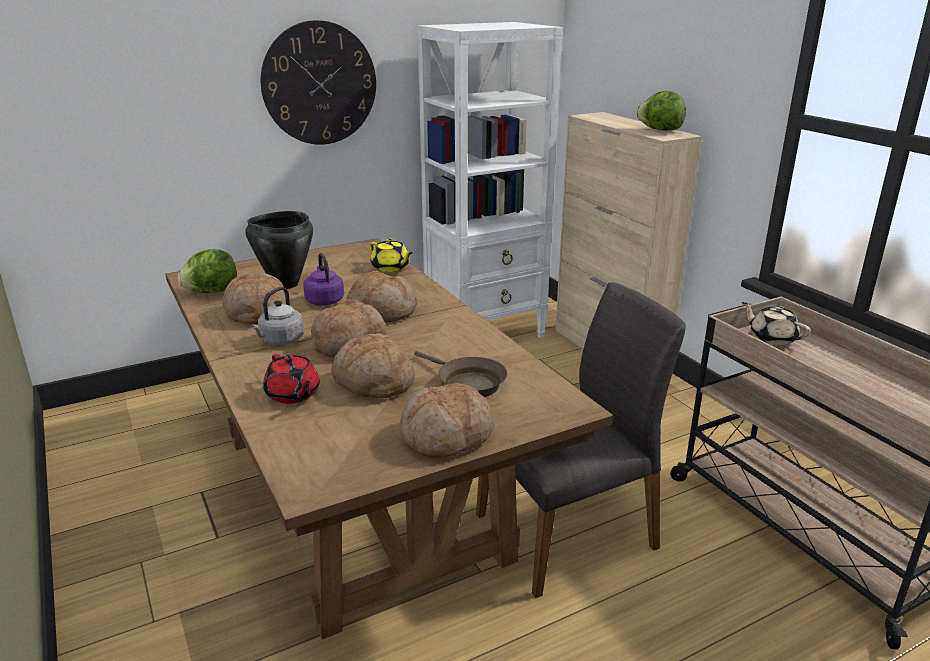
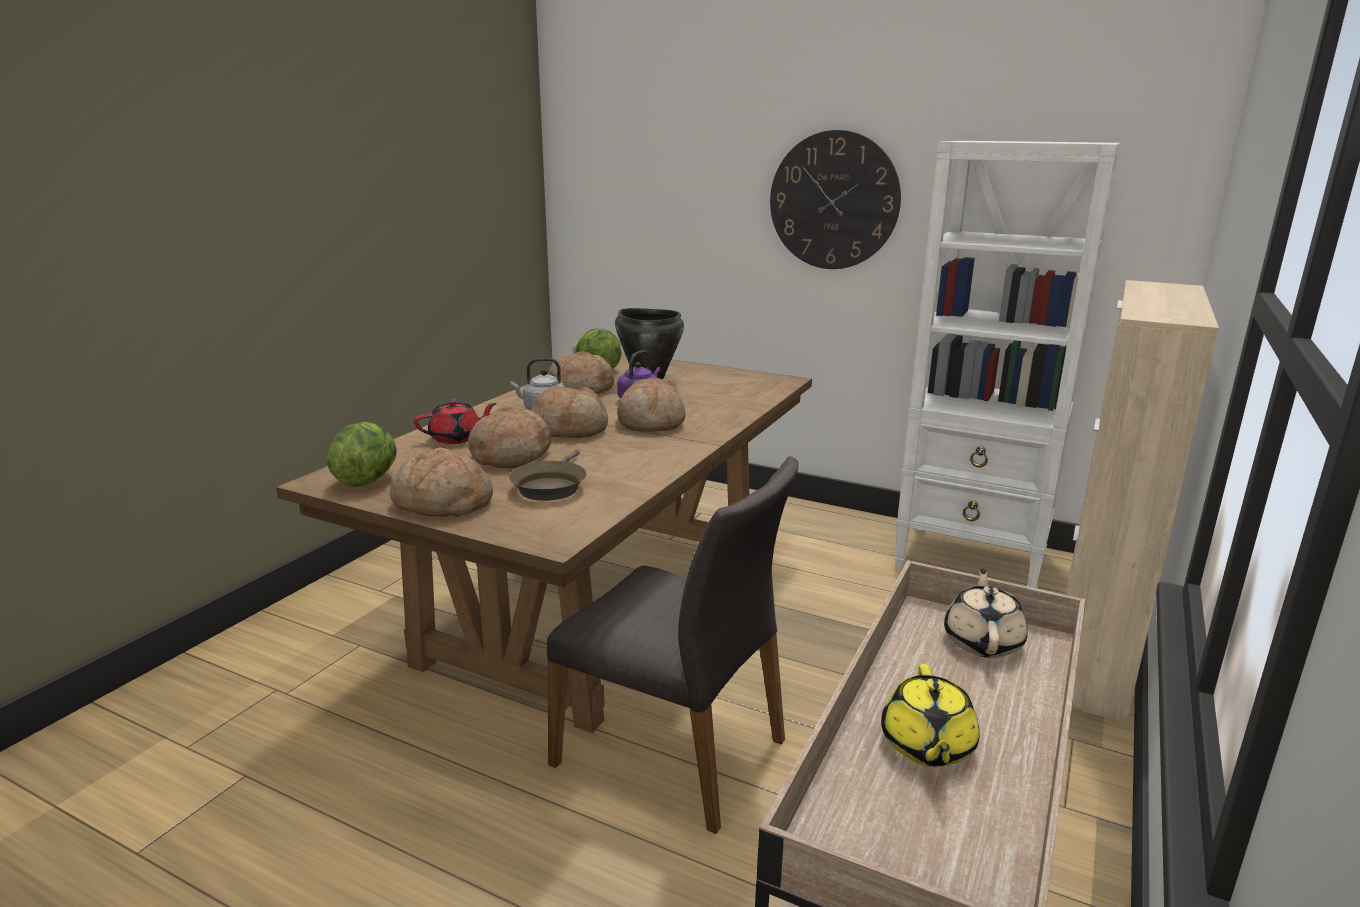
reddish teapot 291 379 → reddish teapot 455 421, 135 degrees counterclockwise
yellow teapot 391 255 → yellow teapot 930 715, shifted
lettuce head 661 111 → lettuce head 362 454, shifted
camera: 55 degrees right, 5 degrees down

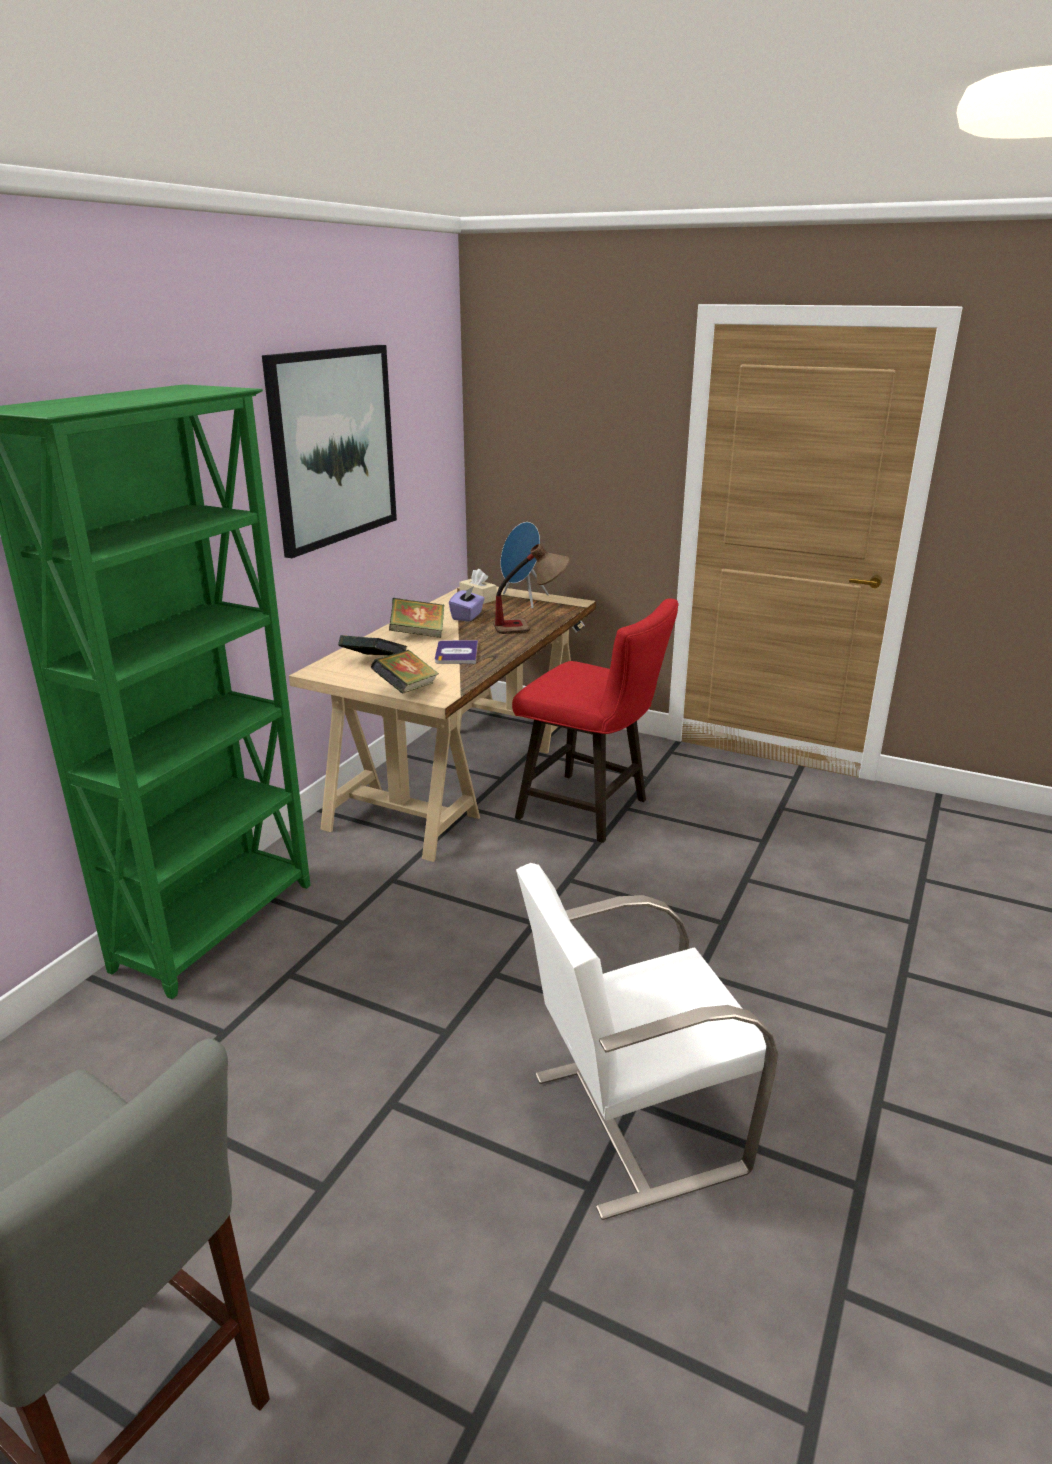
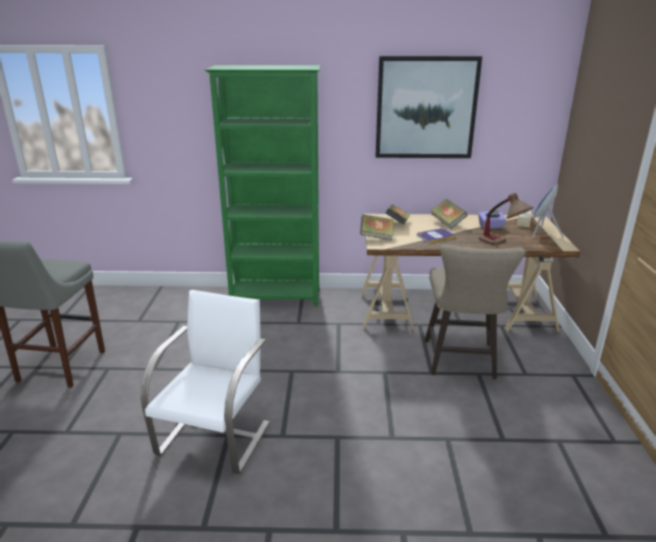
reddish sitting stool 595 720 → beige-coloured sitting stool 475 311
whitish plain chair 647 1041 → whitish plain chair 205 382, 60 degrees clockwise
camera: 65 degrees right, 0 degrees up

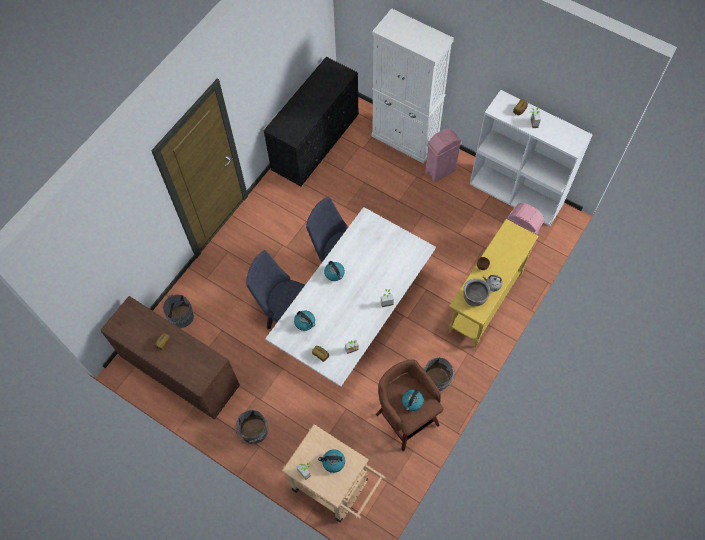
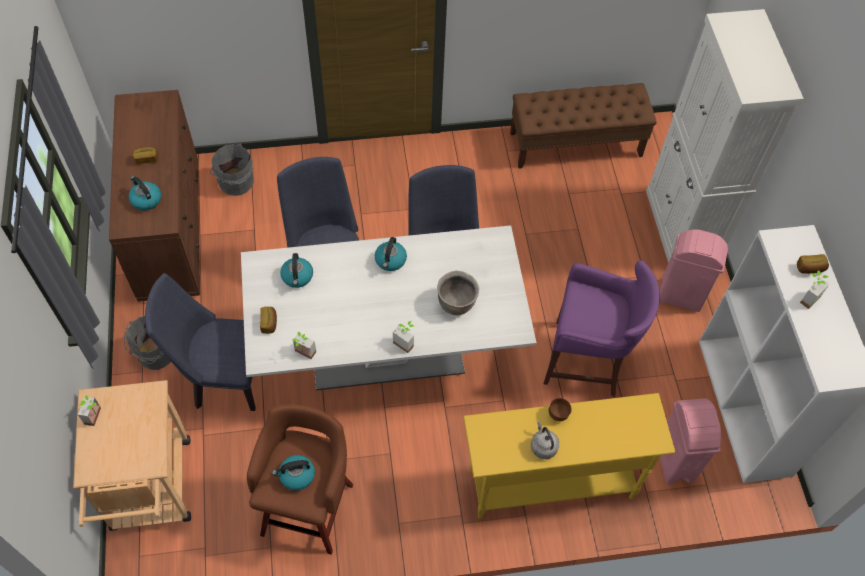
black chest of drawers 311 121 → brown-coloured indoor bench 583 126
water kettle 331 461 → water kettle 145 193, shifted
greyish pail 439 374 → -
brown-coloured stockpot 477 292 → brown-coloured stockpot 458 293, shifted
- → bluish plain chair 200 342
- → purple sitting stool 602 328
camera: 45 degrees right, 5 degrees down

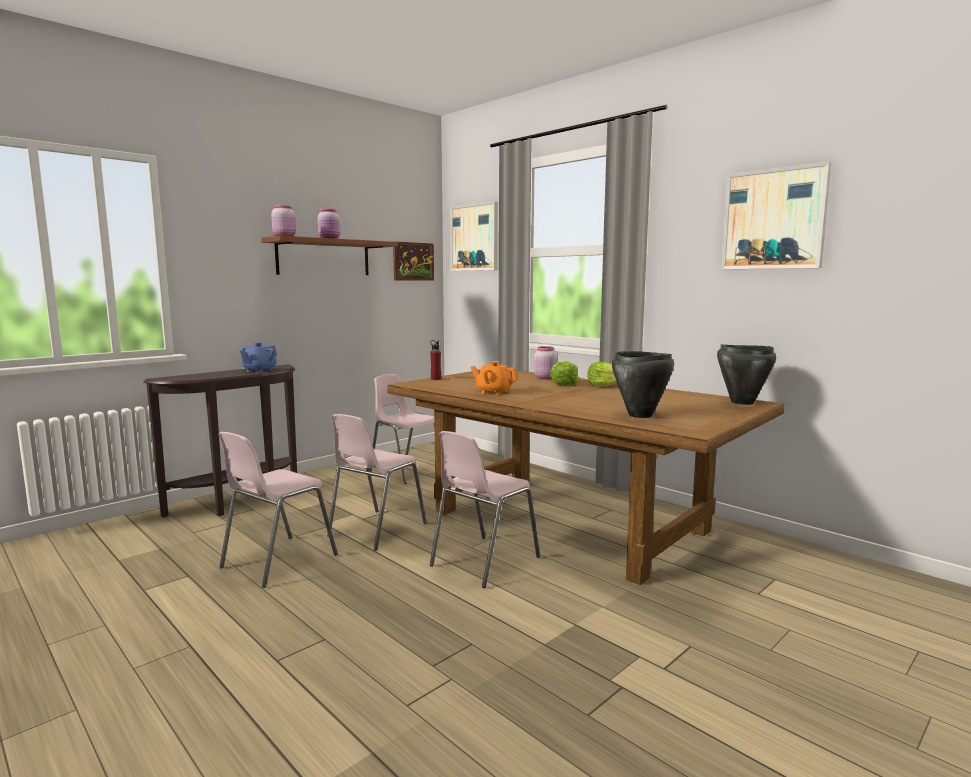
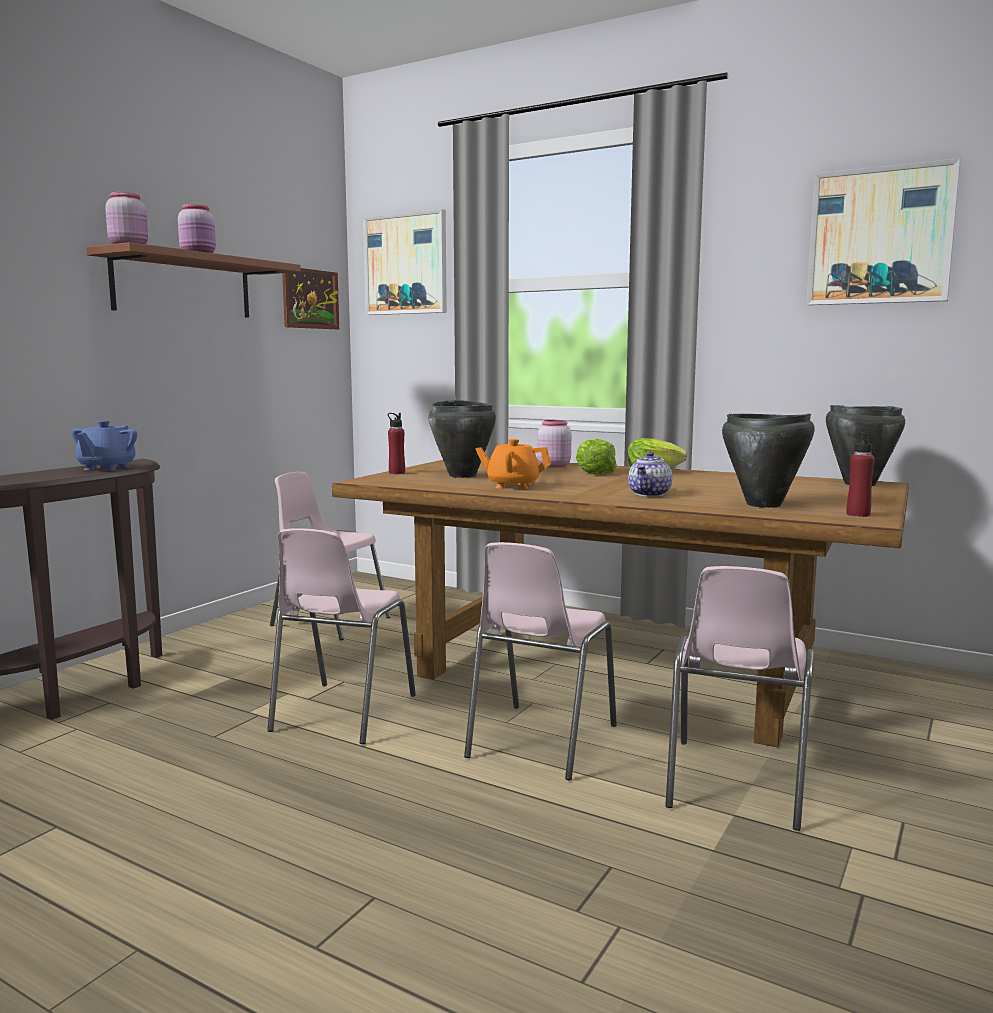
pink plain chair 278 510 → pink plain chair 739 698, shifted
- → black stockpot 462 439
- → teapot 650 474
- → reddish drink bottle 861 474
camera: 15 degrees left, 0 degrees up

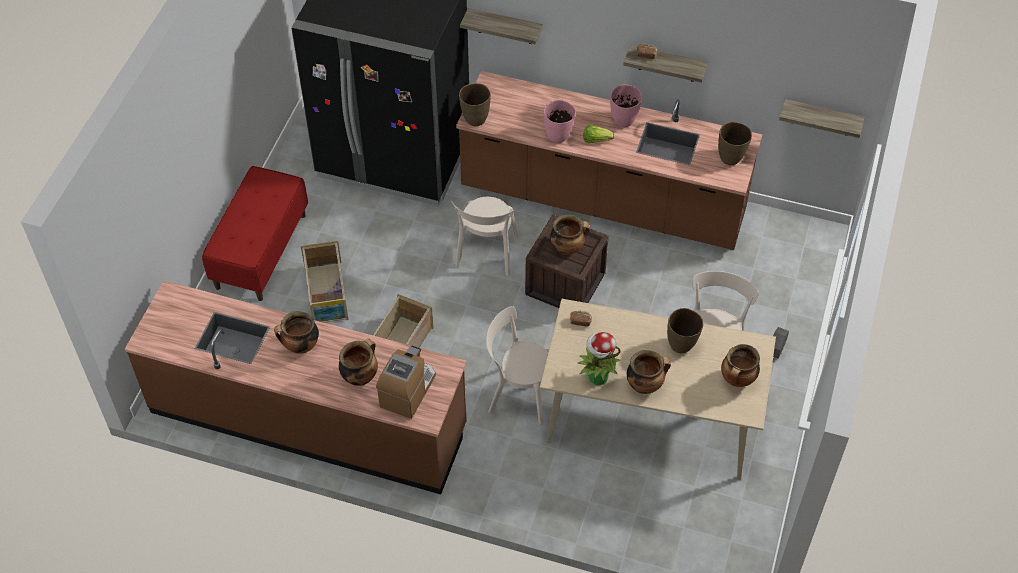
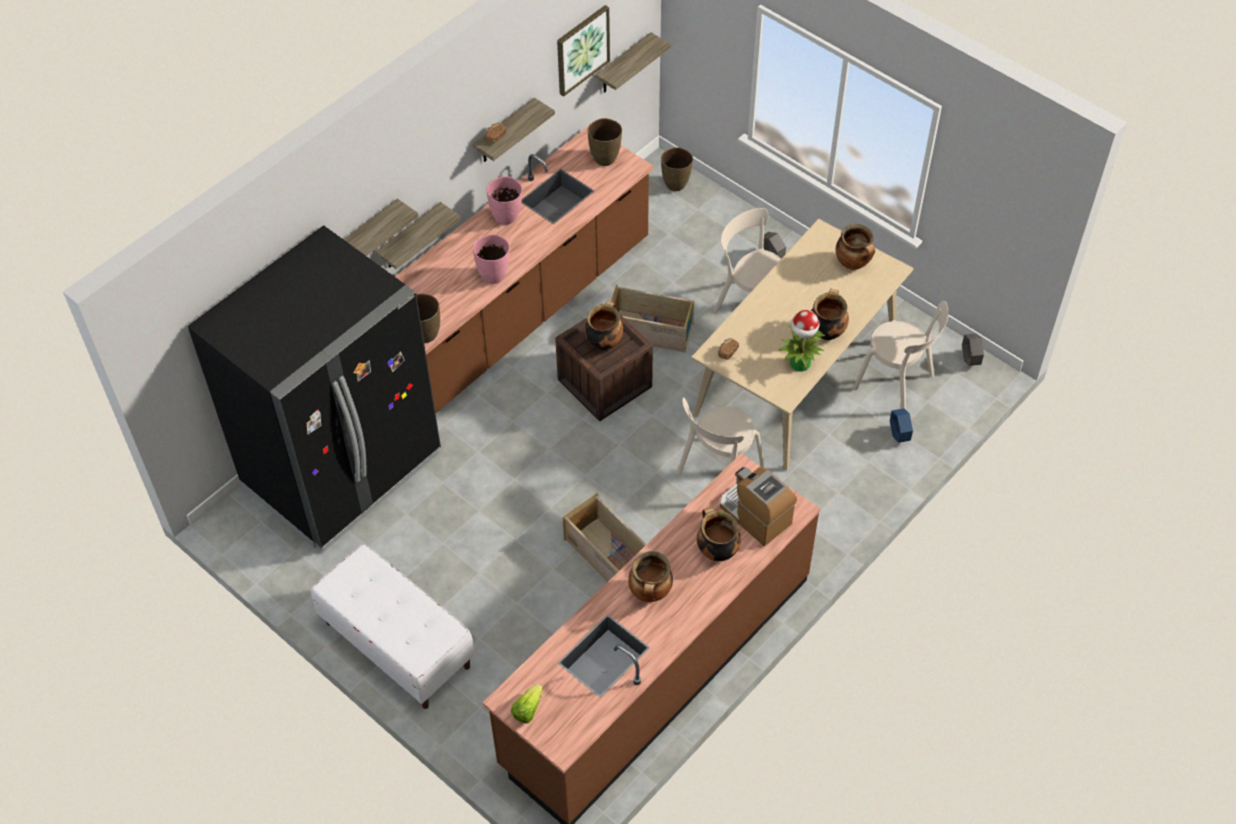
reddish indoor bench 255 233 → whitish indoor bench 393 626
crate 325 282 → crate 652 318, shifted
beige-coloured plain chair 484 236 → beige-coloured plain chair 901 355, shifted
lettuce head 599 134 → lettuce head 527 703, shifted
brown-coloured flower vase 685 330 → brown-coloured flower vase 677 169, shifted
- → bracket shelf 418 235
- → wall picture 583 51
- → bluish planter 901 425
- → greyish planter 973 349
camera: 65 degrees left, 0 degrees up

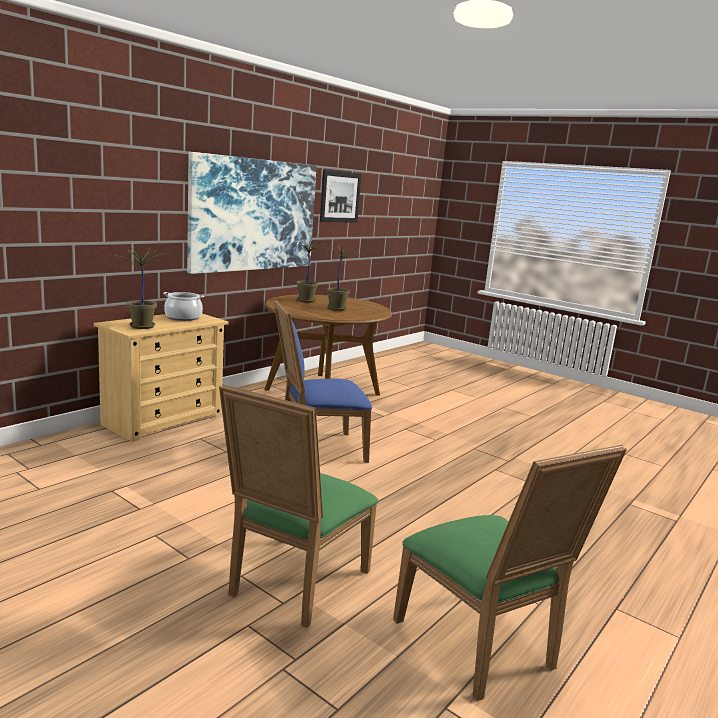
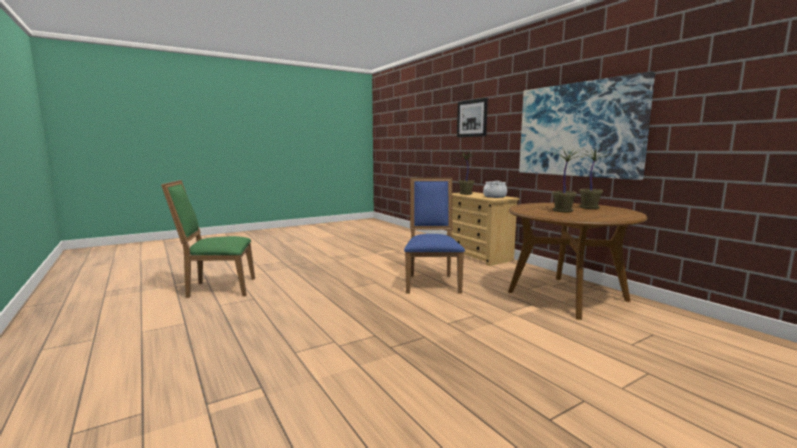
green-coloured plain chair 298 506 → -
wall picture 340 196 → wall picture 472 117, shifted
camera: 110 degrees right, 5 degrees down

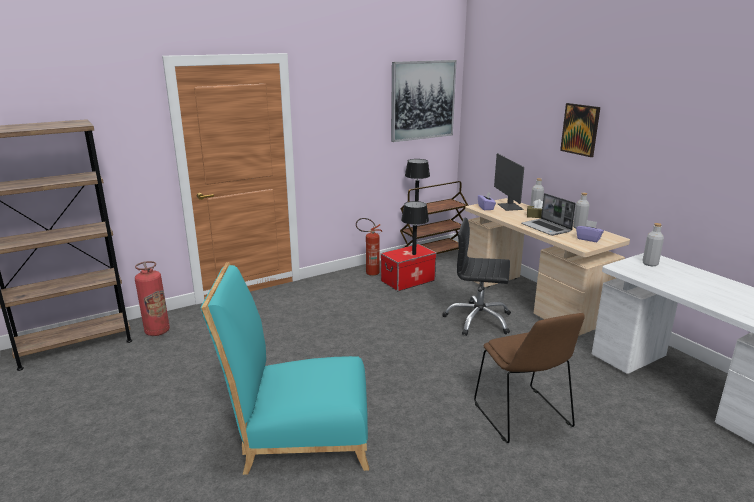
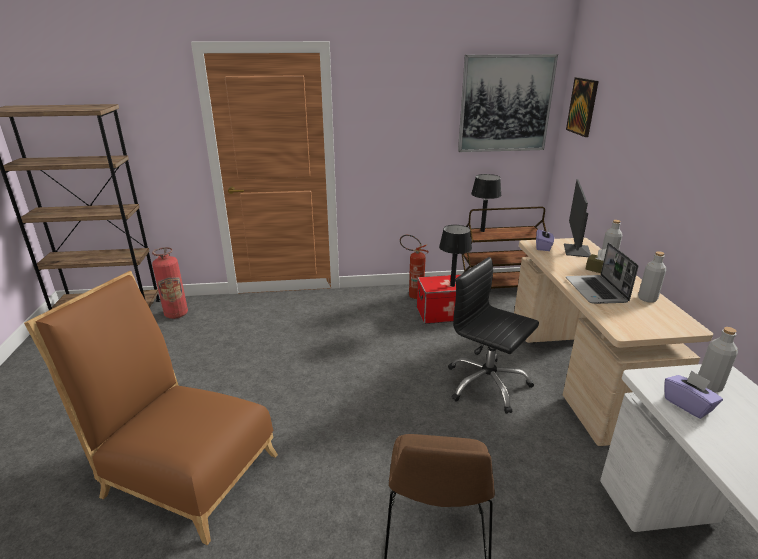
blue-green plain chair 285 368 → brown-coloured plain chair 151 408
wall picture 580 130 → wall picture 582 107, shifted
purple tissue holder 590 231 → purple tissue holder 694 394, shifted
camera: 25 degrees right, 5 degrees up

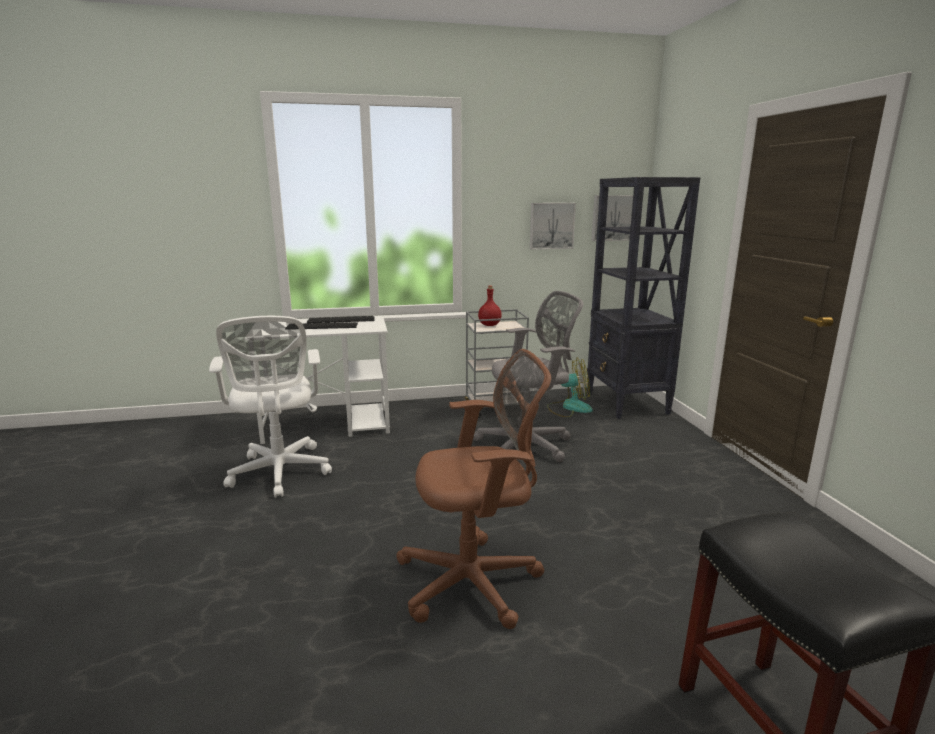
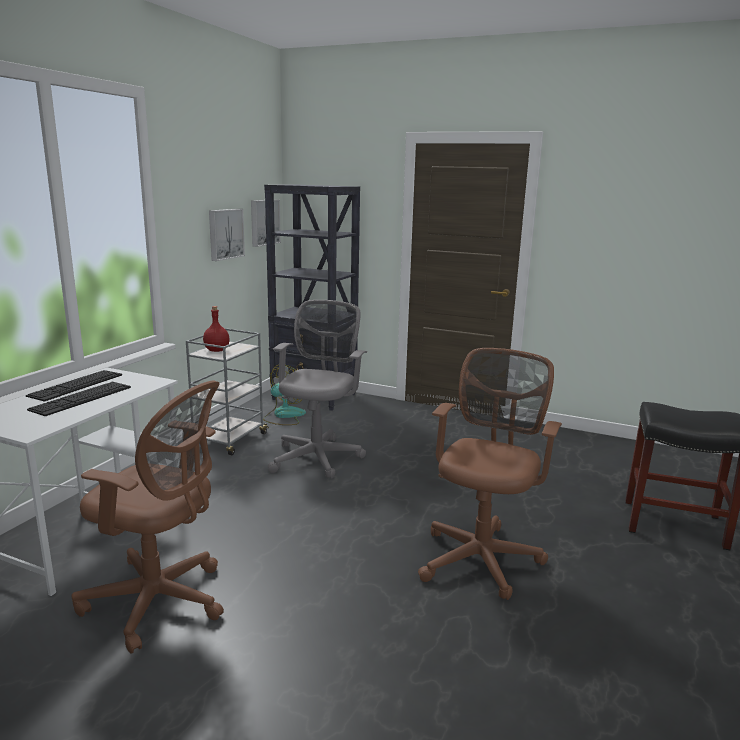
whitish computer chair 270 407 → brown-coloured computer chair 148 516
camera: 55 degrees left, 0 degrees up

